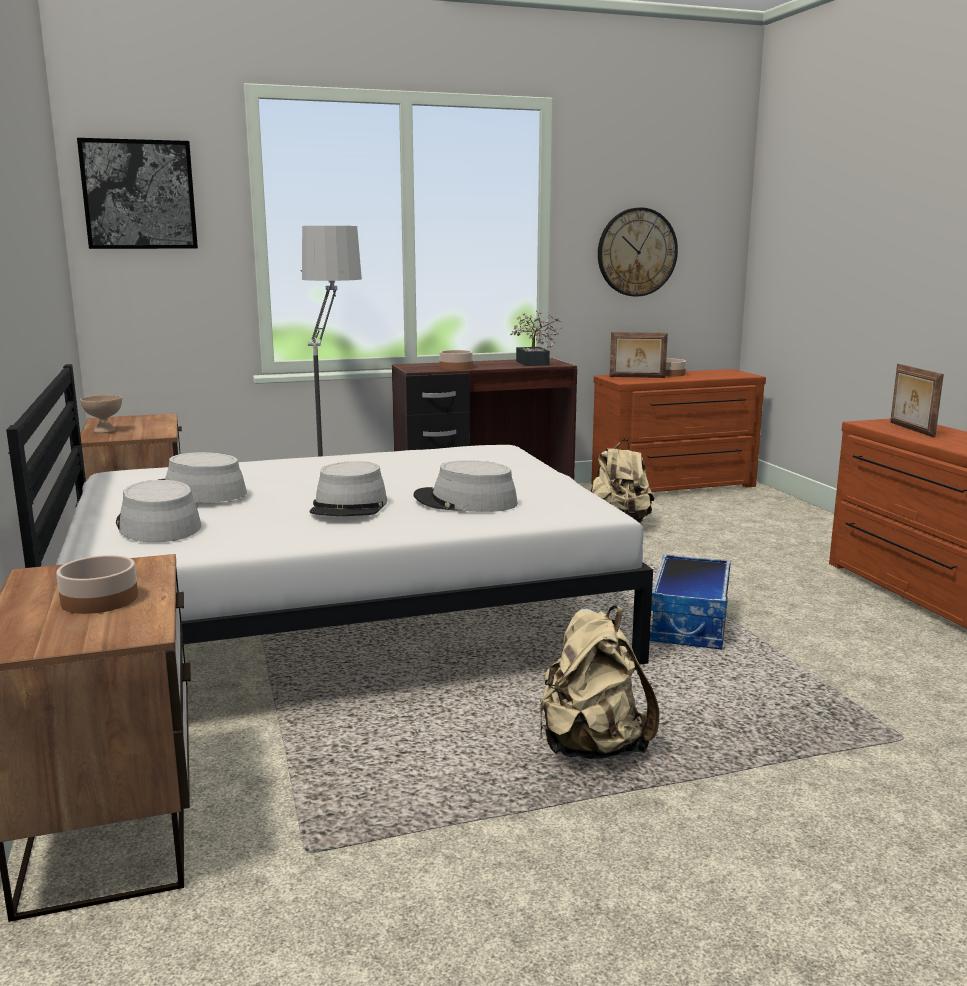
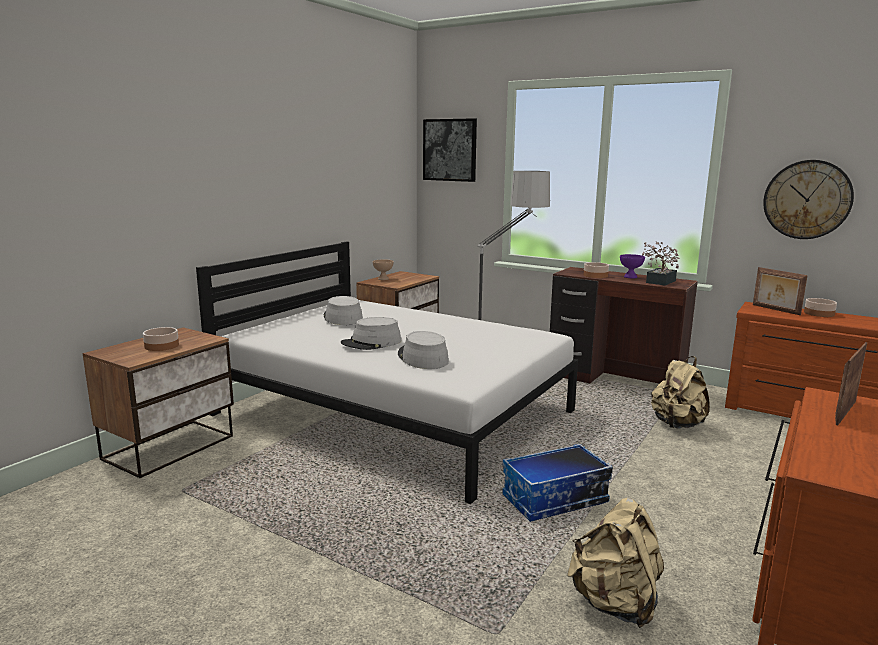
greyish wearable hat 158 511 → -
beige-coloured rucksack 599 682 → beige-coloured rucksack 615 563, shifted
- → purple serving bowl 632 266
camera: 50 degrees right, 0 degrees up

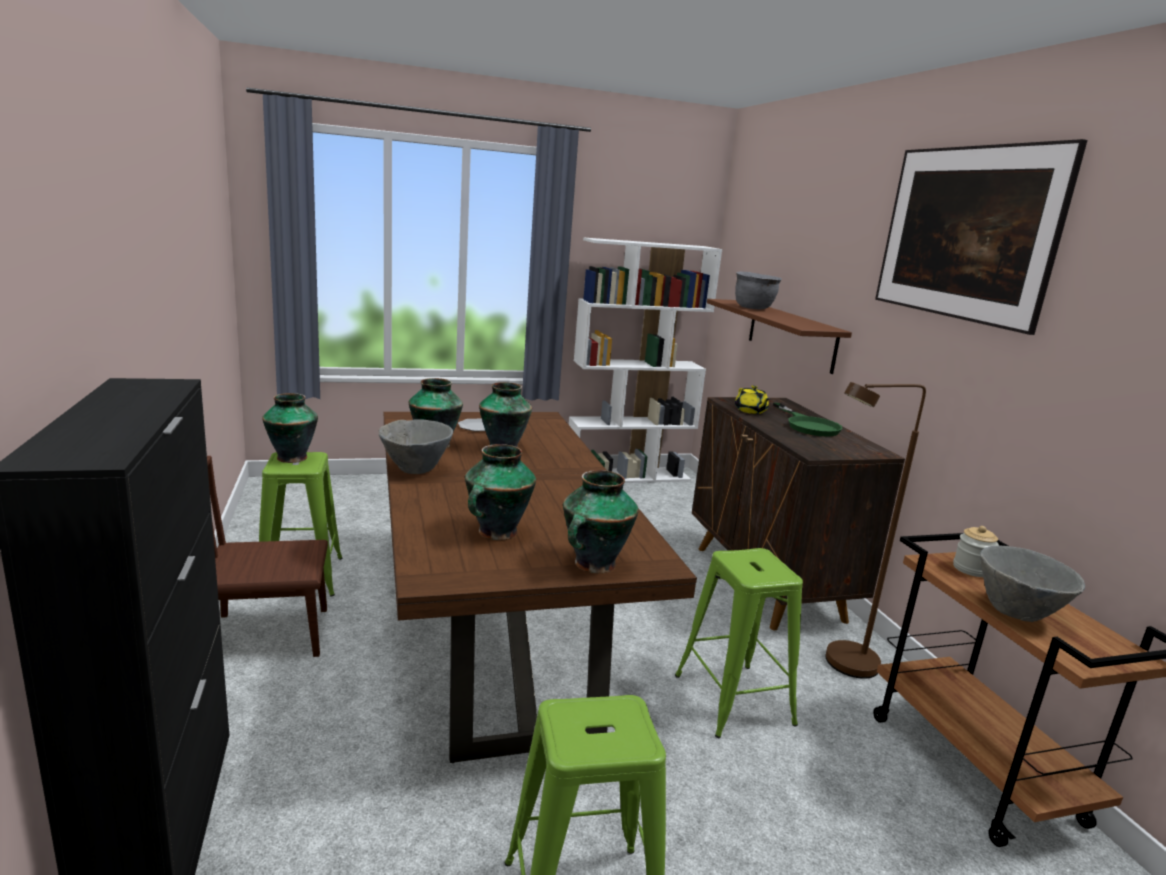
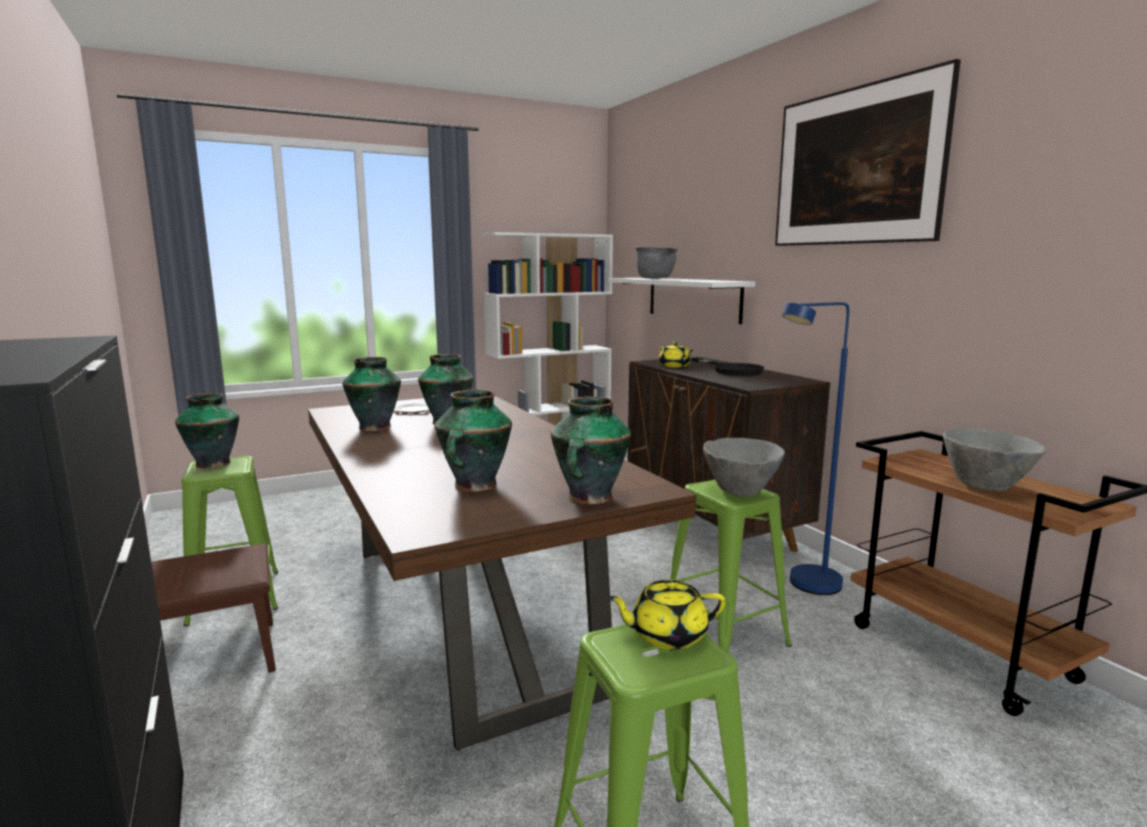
greyish serving bowl 415 446 → greyish serving bowl 744 467, shifted
brown-coloured bracket shelf 779 336 → whitish bracket shelf 681 301
green-coloured frying pan 807 420 → black frying pan 728 367
brown-coloured standing lamp 875 530 → bluish standing lamp 815 448
preserve jar 976 551 → -
- → yellow teapot 666 614
camera: 10 degrees left, 5 degrees down

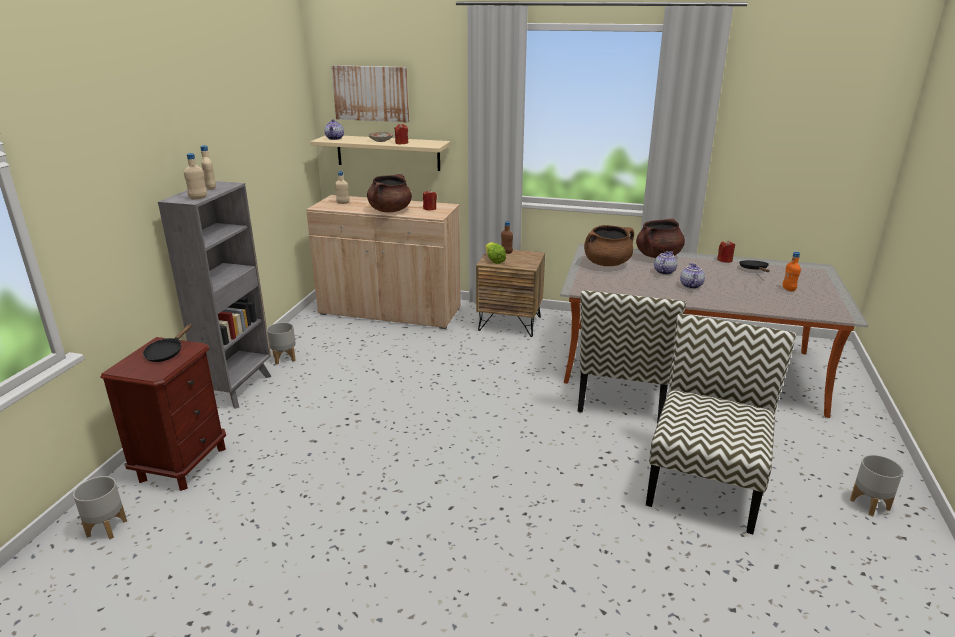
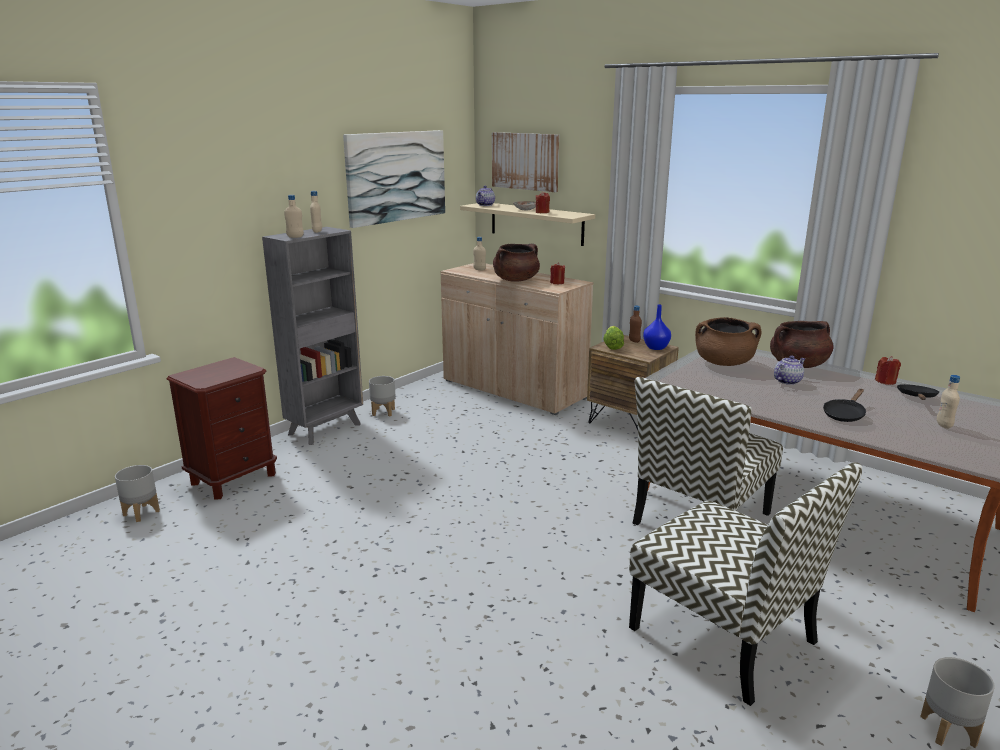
black frying pan 167 343 → black frying pan 844 405, shifted
plain chair 721 424 → plain chair 745 584, 90 degrees clockwise
teapot 692 276 → -
orange drink bottle 792 272 → beige-coloured drink bottle 948 402
- → wall picture 394 179
- → bluish flower vase 657 327
camera: 25 degrees right, 5 degrees down

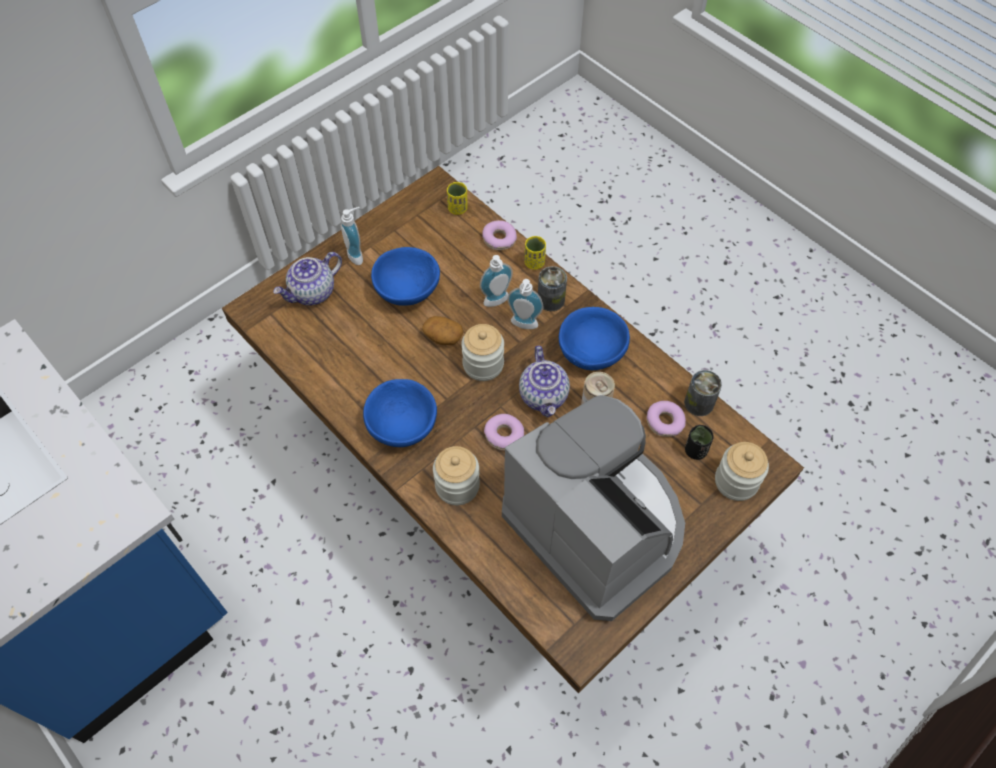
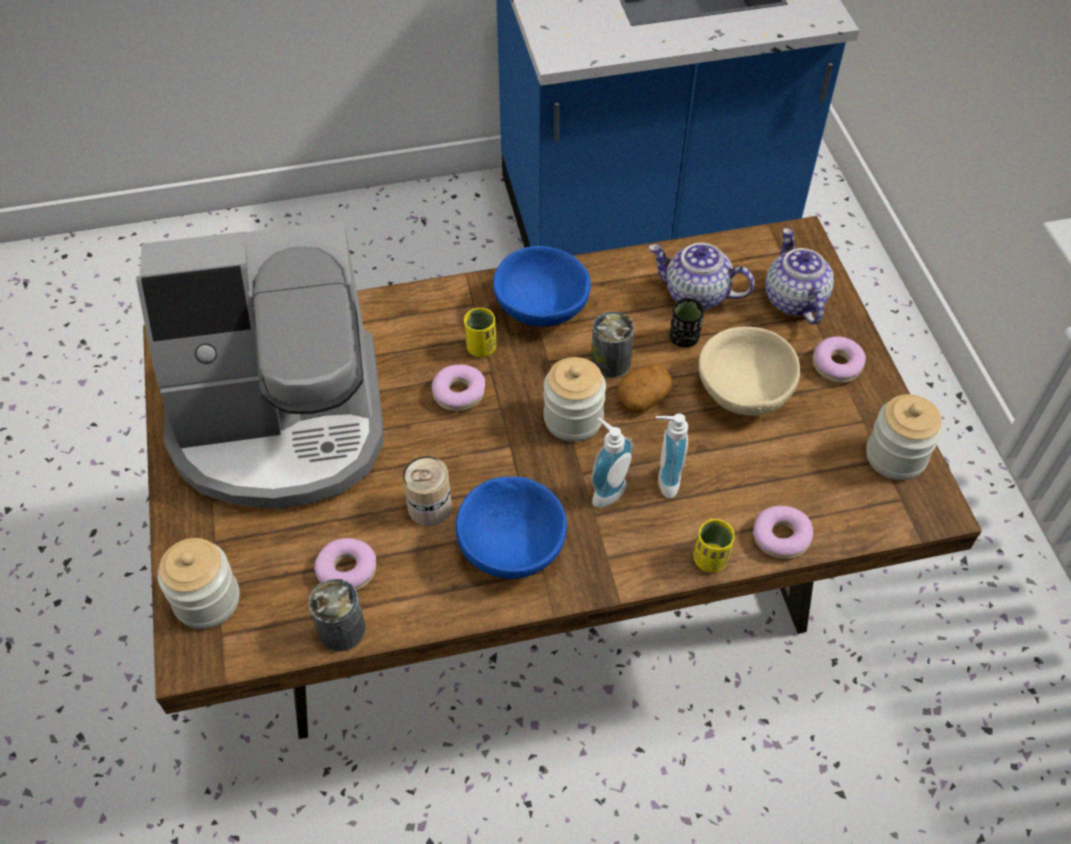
soap dispenser 352 236 → doughnut 839 359
bluish serving bowl 405 276 → beige-coloured serving bowl 749 371
preserve jar 456 475 → preserve jar 904 437, shifted
yellow drinking cup 457 198 → yellow drinking cup 480 332, shifted
teapot 544 381 → teapot 701 276, shifted
metal can 552 288 → metal can 612 345, shifted
black drinking cup 699 442 → black drinking cup 686 323, shifted
camera: 120 degrees right, 5 degrees down

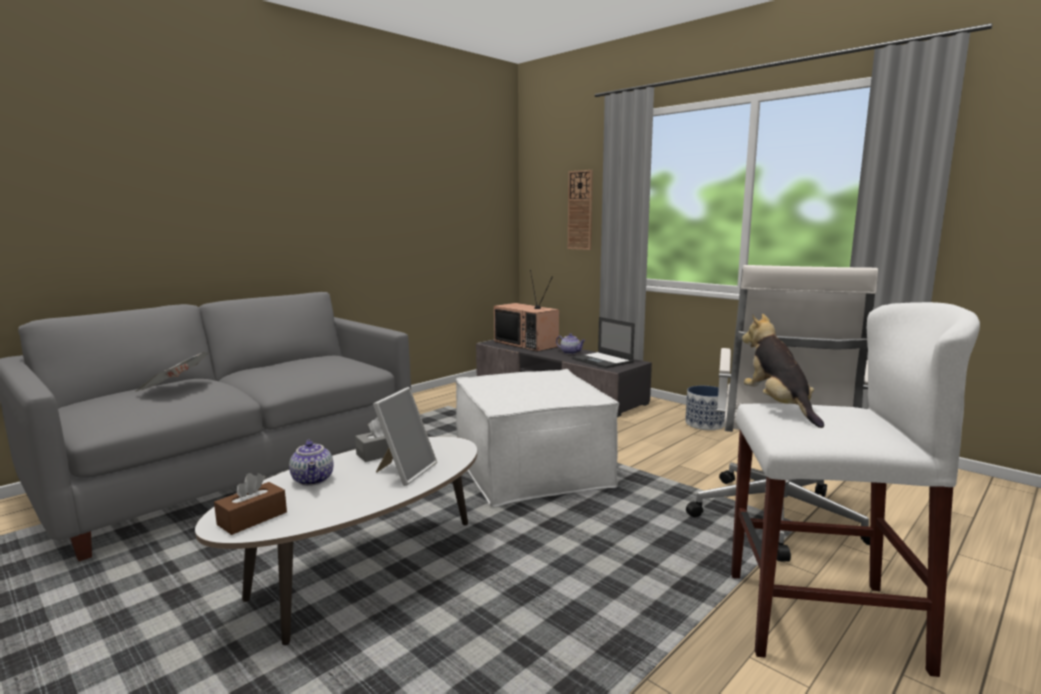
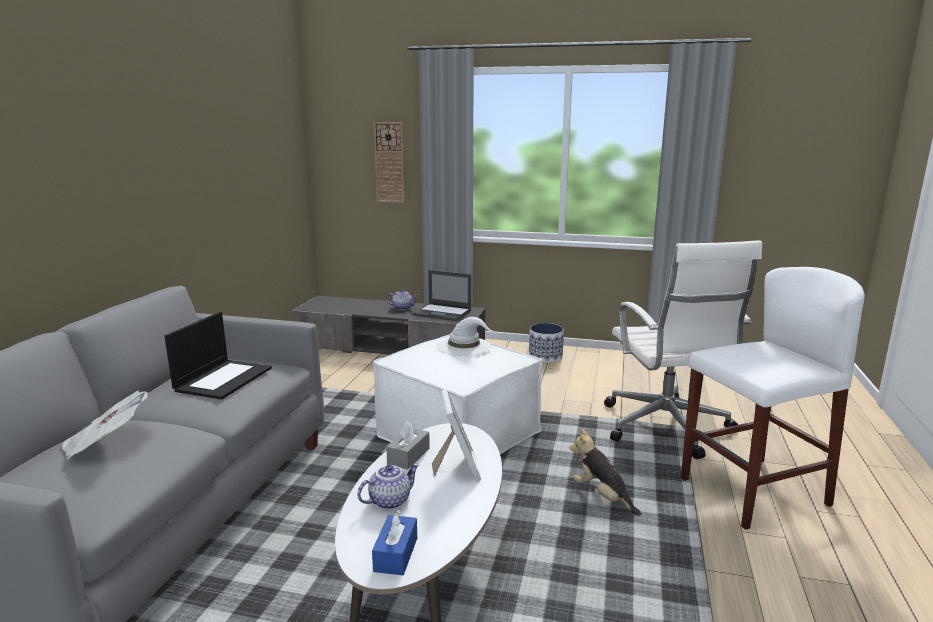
brown-coloured tissue holder 250 504 → bluish tissue holder 394 542
teapot 311 463 → teapot 388 486, 75 degrees counterclockwise
TV set 526 311 → -
soft toy 783 371 → soft toy 605 472, shifted
- → laptop 218 356
- → whitish wearable hat 464 336
camera: 30 degrees left, 5 degrees up

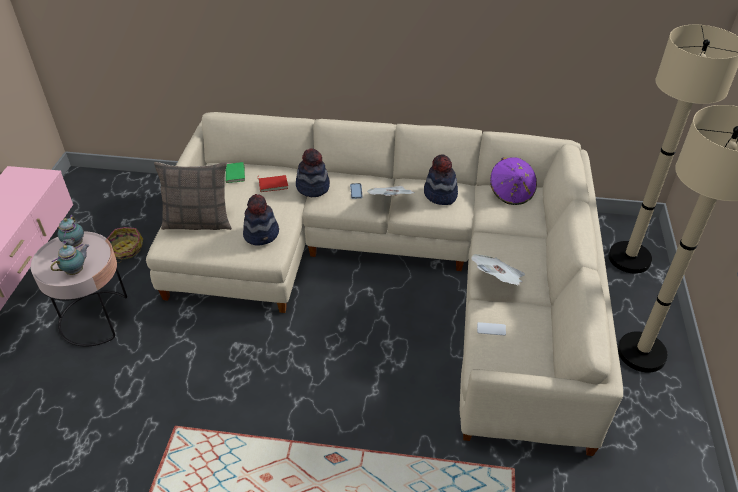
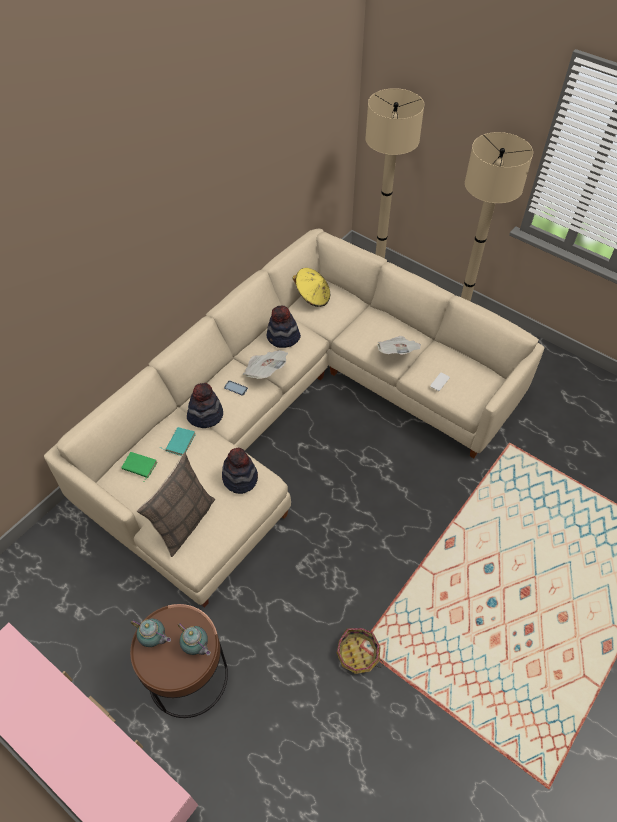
pink side table 79 289 → brown-coloured side table 179 661
teapot 70 259 → teapot 194 639, 150 degrees clockwise
household basket 125 245 → household basket 360 651, shifted
reddish book 272 183 → blue-green book 178 441
purple wearable hat 513 181 → yellow wearable hat 311 287
camera: 60 degrees left, 10 degrees up

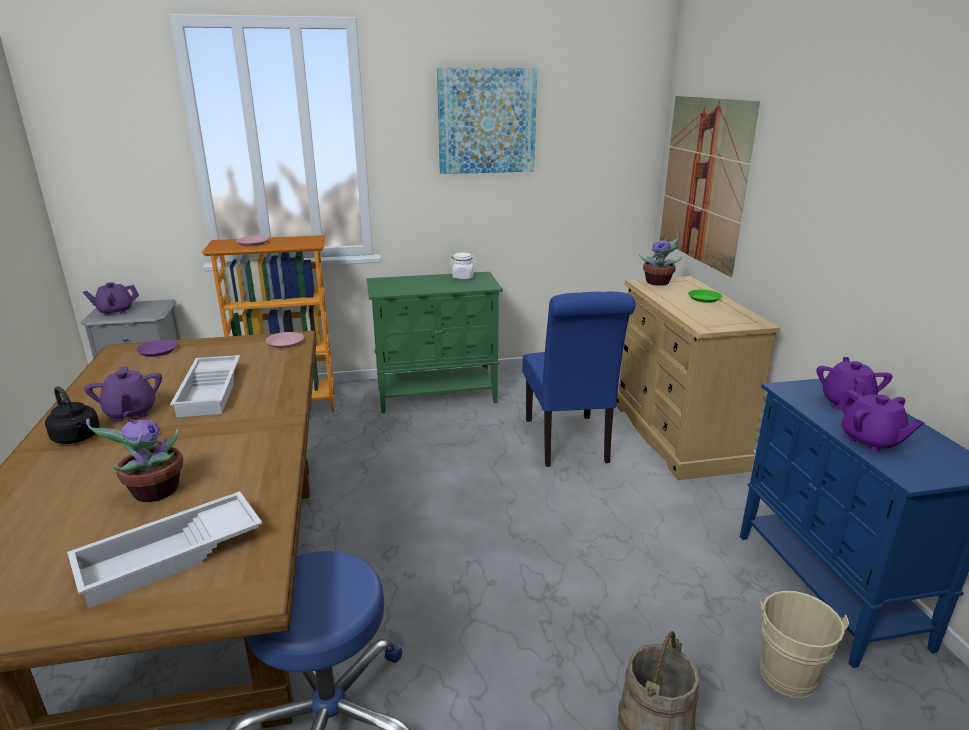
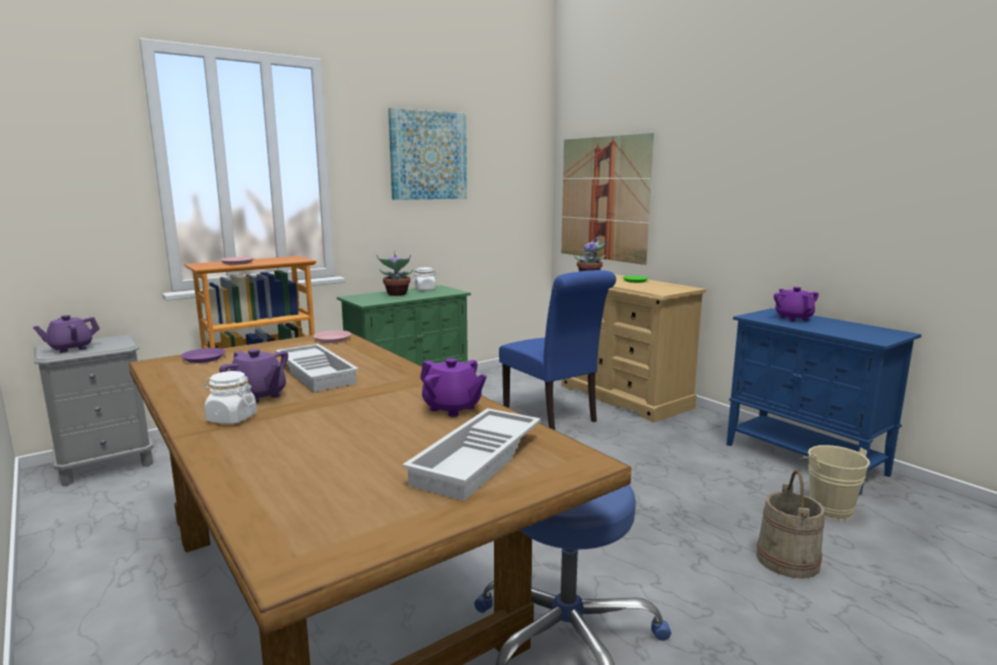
black water kettle 72 415 → whitish preserve jar 230 397
potted plant 134 456 → potted plant 395 273, shifted
purple teapot 881 421 → purple teapot 453 387, shifted
camera: 25 degrees left, 10 degrees down

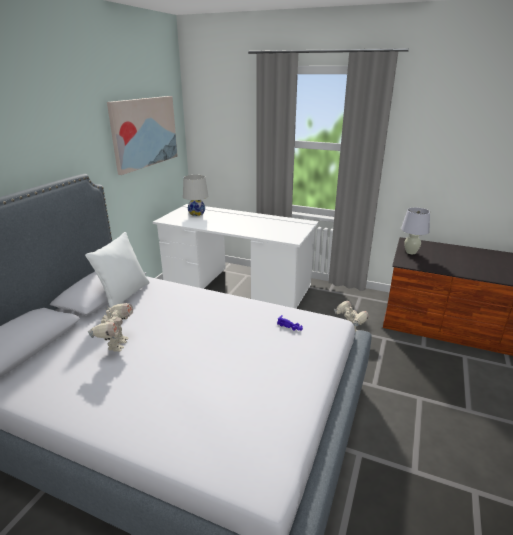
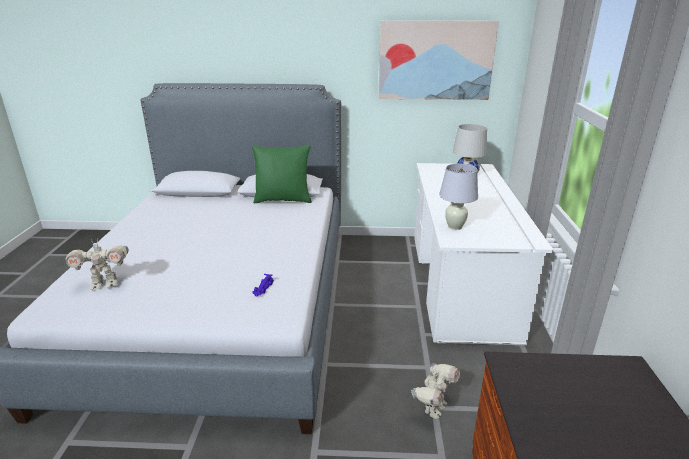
whitish pillow 117 269 → green-coloured pillow 281 174
model robot 110 327 → model robot 97 264, shifted
whitish table lamp 415 231 → whitish table lamp 458 197, shifted
camera: 70 degrees right, 0 degrees up

